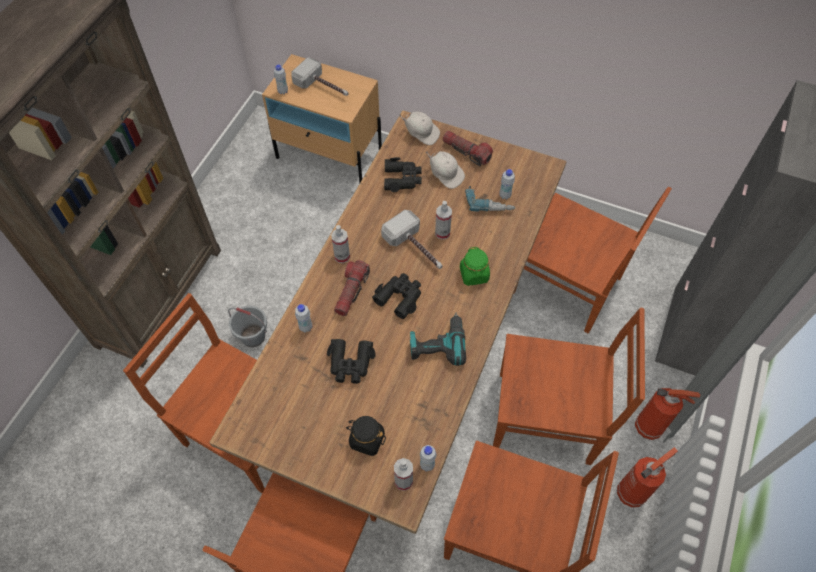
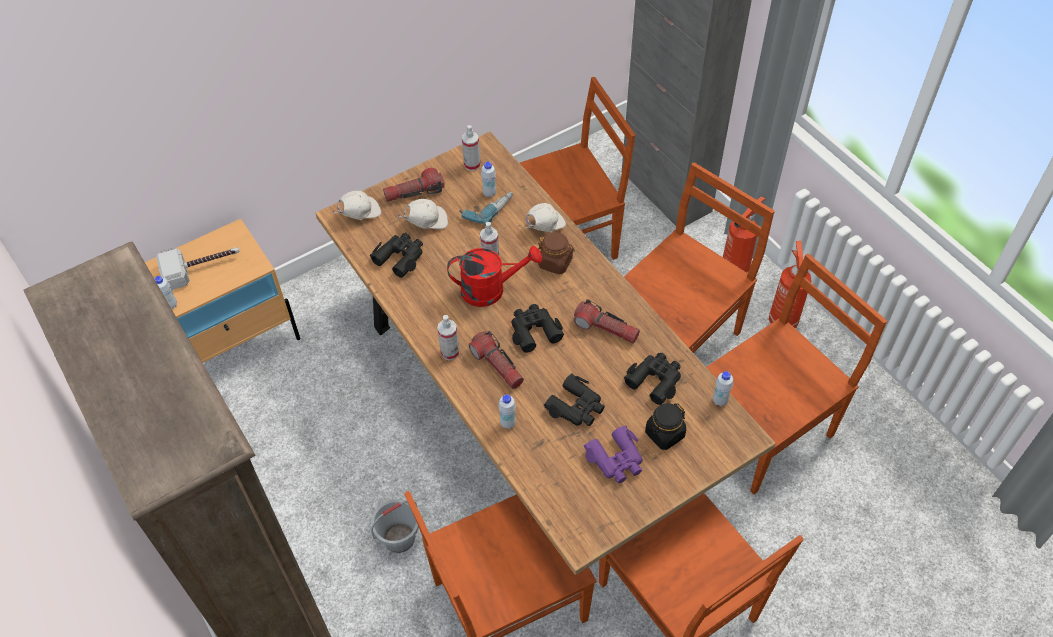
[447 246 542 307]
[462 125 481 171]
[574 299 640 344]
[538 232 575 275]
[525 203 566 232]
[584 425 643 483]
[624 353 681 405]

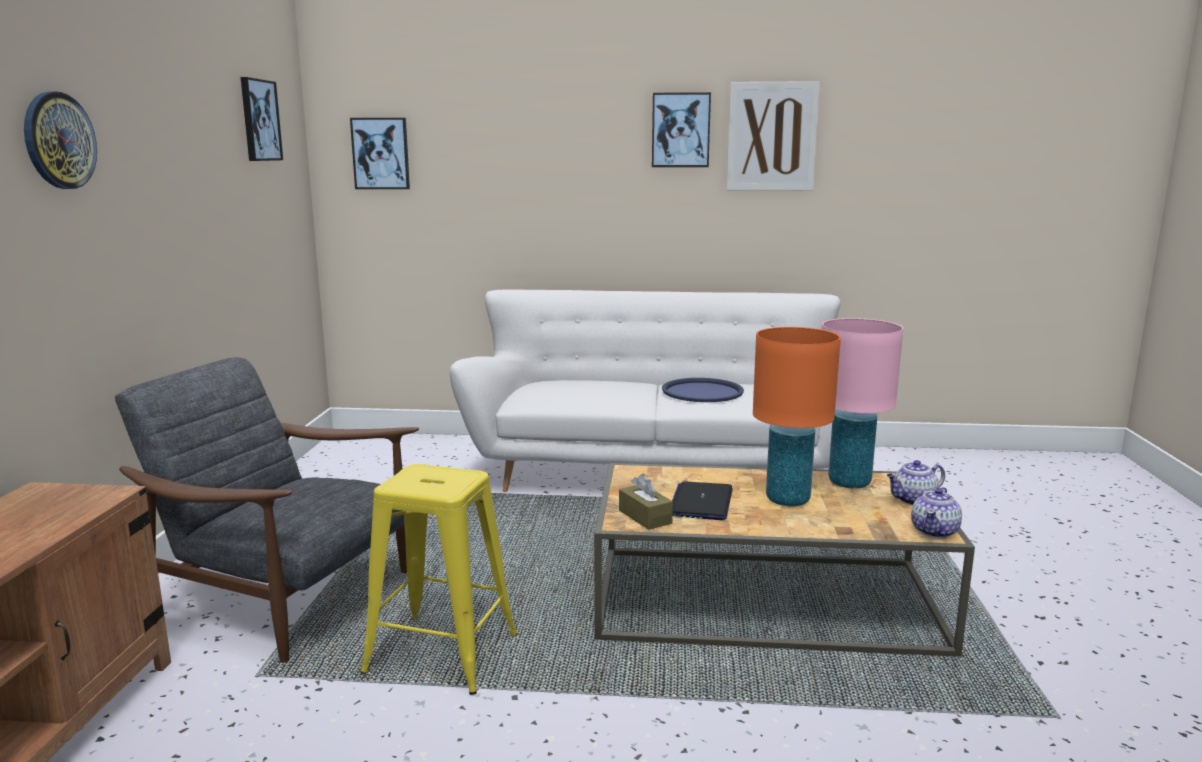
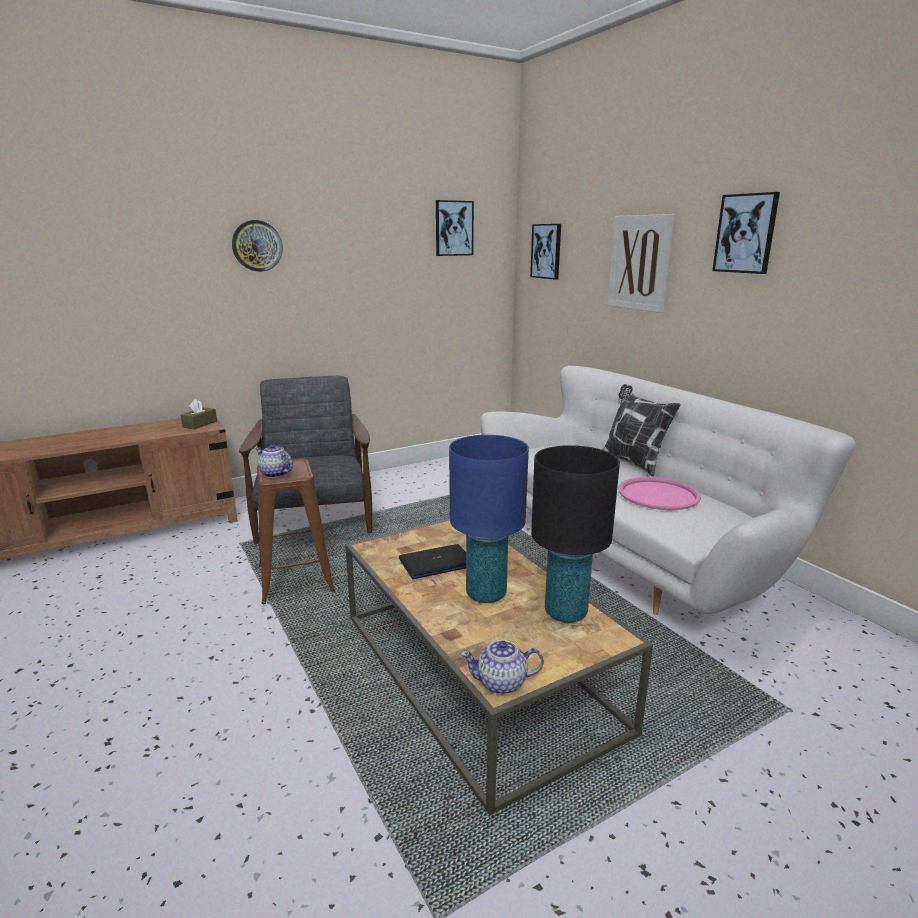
[257 459 335 604]
[181 399 217 429]
[619 477 701 510]
[608 214 674 313]
[449 435 529 603]
[531 445 620 623]
[255 444 293 478]
[603 384 681 477]

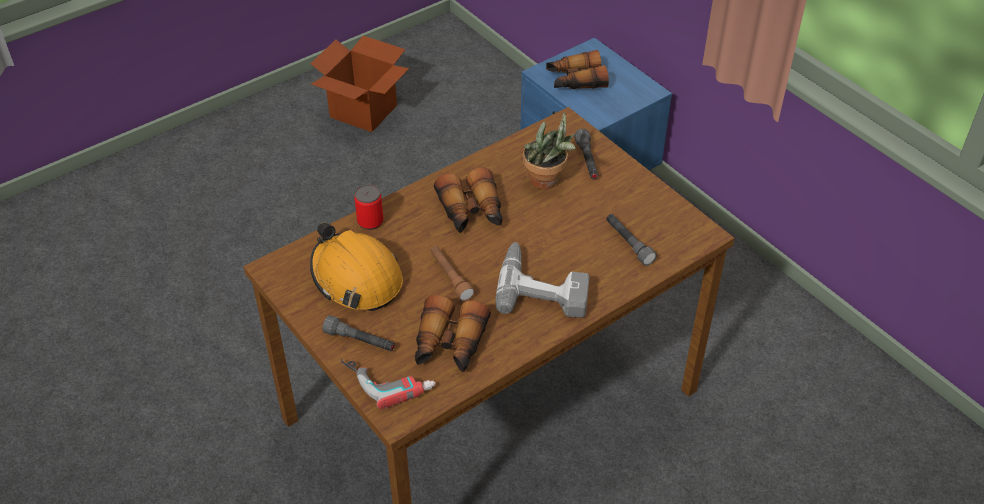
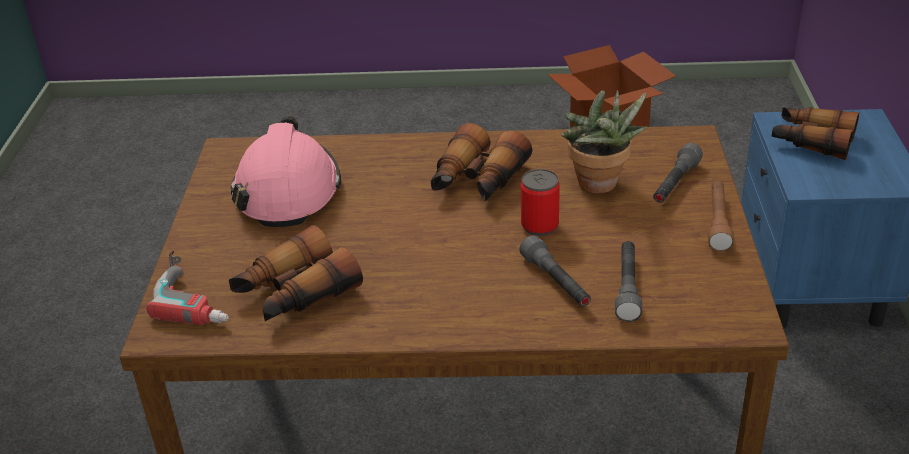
[231 116 341 227]
[519 235 591 306]
[521 169 560 236]
[708 181 734 252]
[496 242 589 318] (first image)

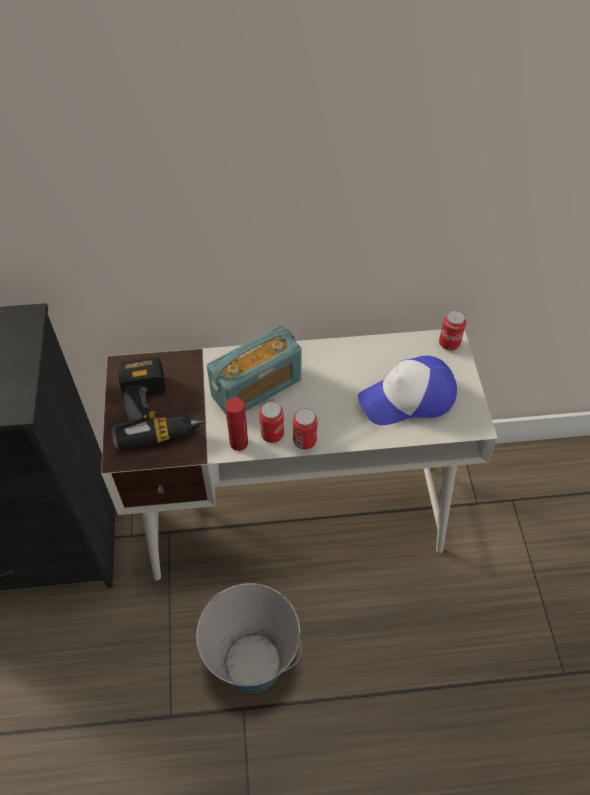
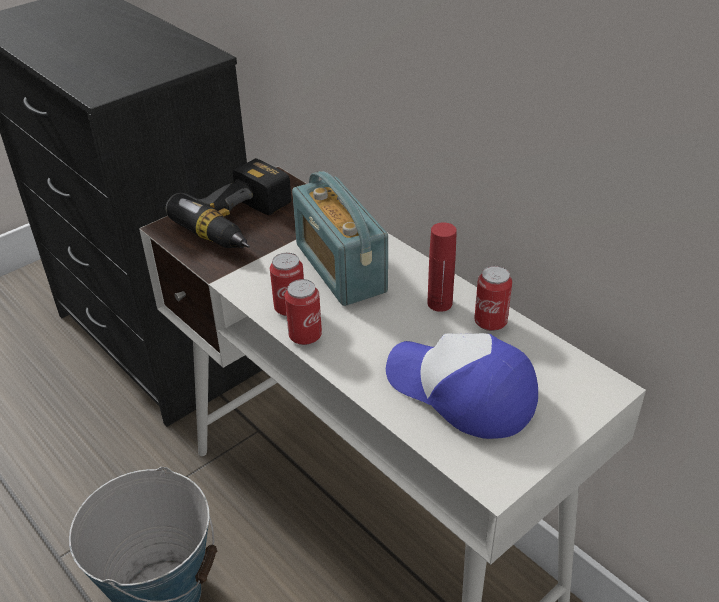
[292 171 388 306]
[427 222 457 312]
[474 266 512 331]

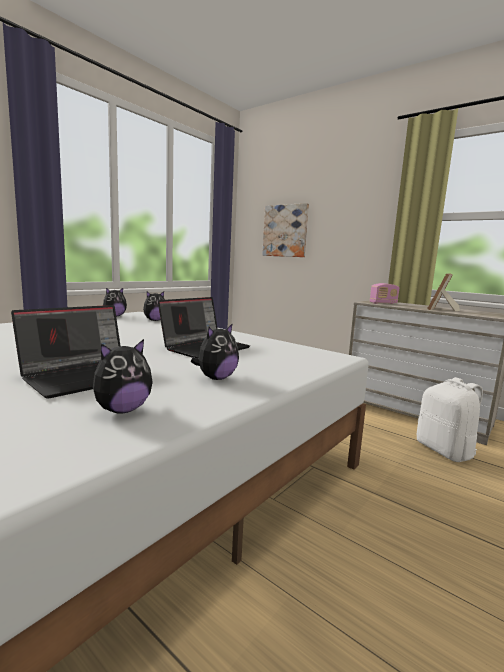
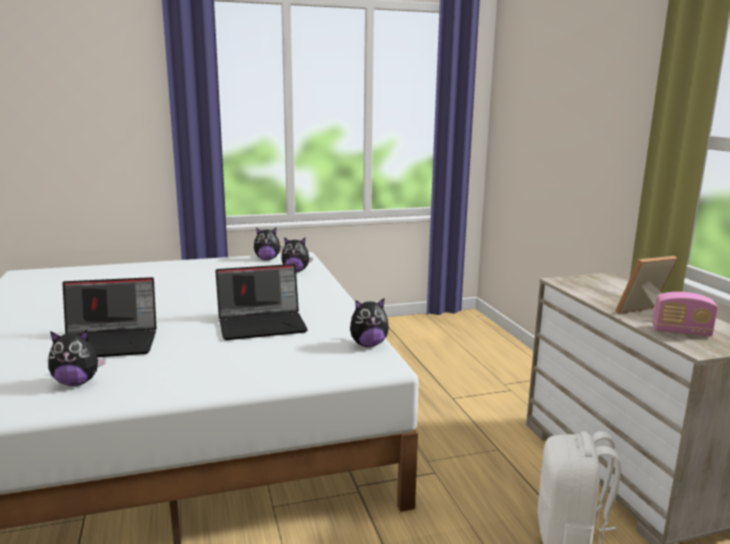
[350 298 389 347]
[262 203 309 257] (first image)
[653 292 718 337]

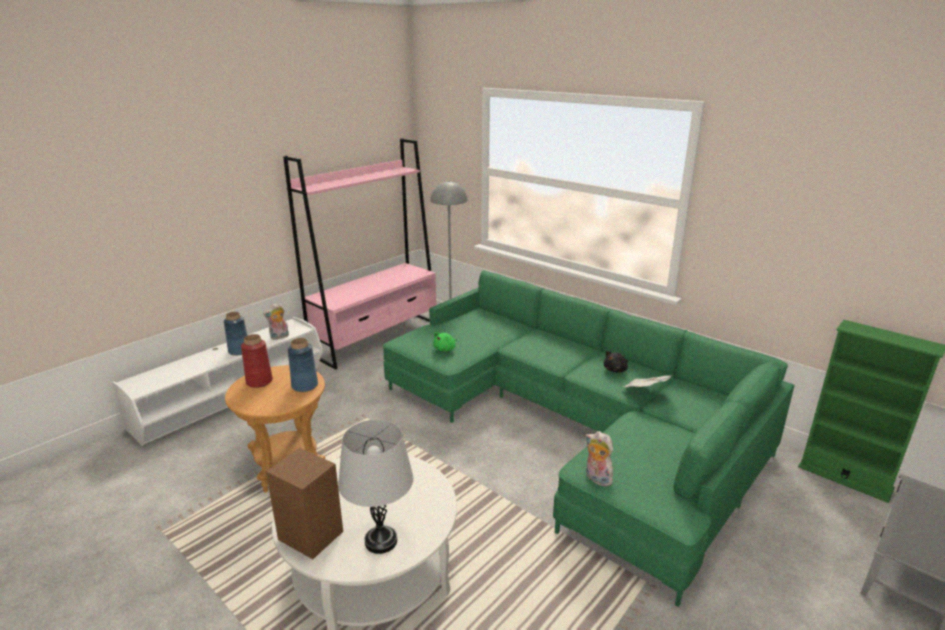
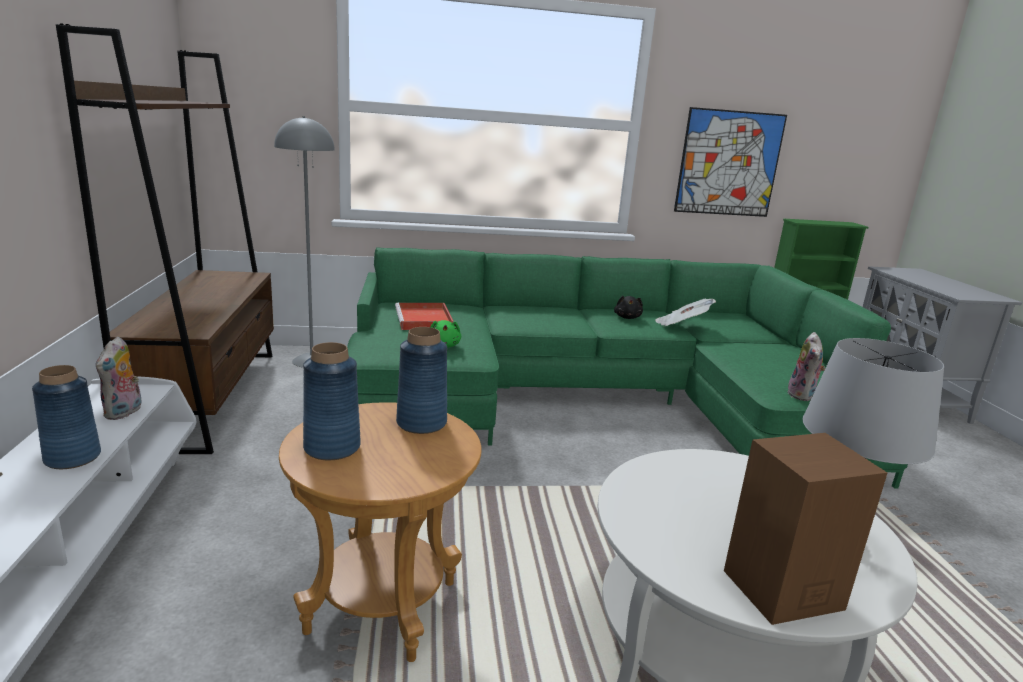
[303 342 361 460]
[56 23 274 454]
[787 332 825 401]
[395 303 454 330]
[674 107 787 217]

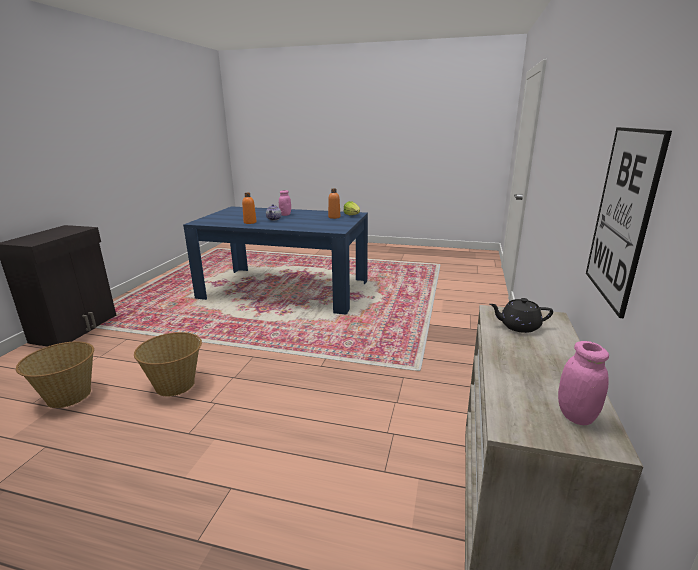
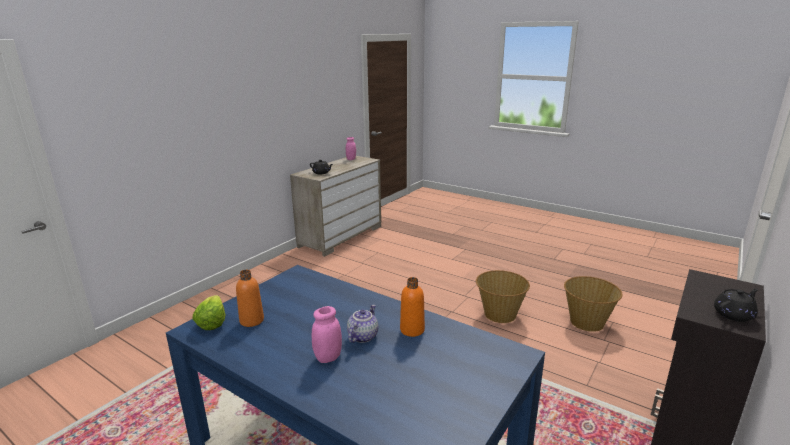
[586 127 672 318] (first image)
[714 289 758 322]

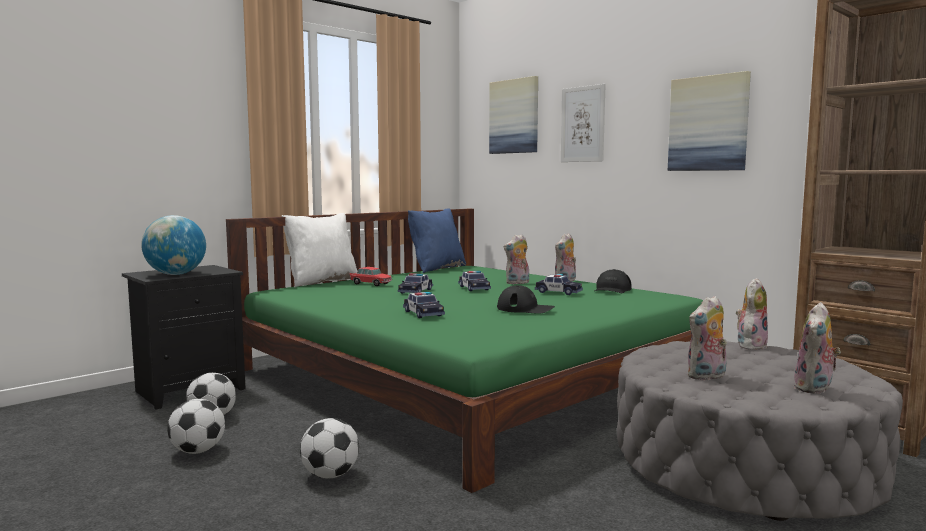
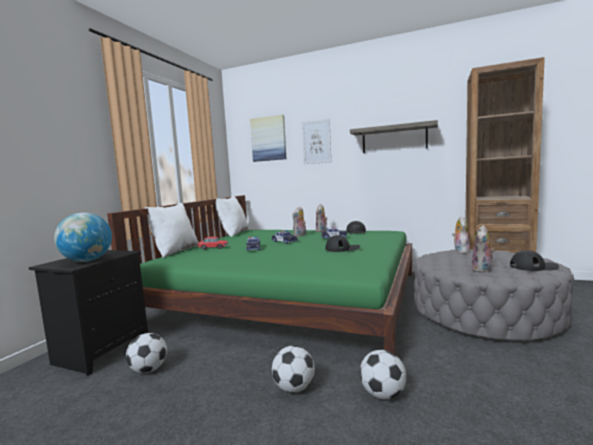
[360 350 407 400]
[403 292 445 318] (first image)
[215 196 248 237]
[350 120 438 153]
[510 250 559 271]

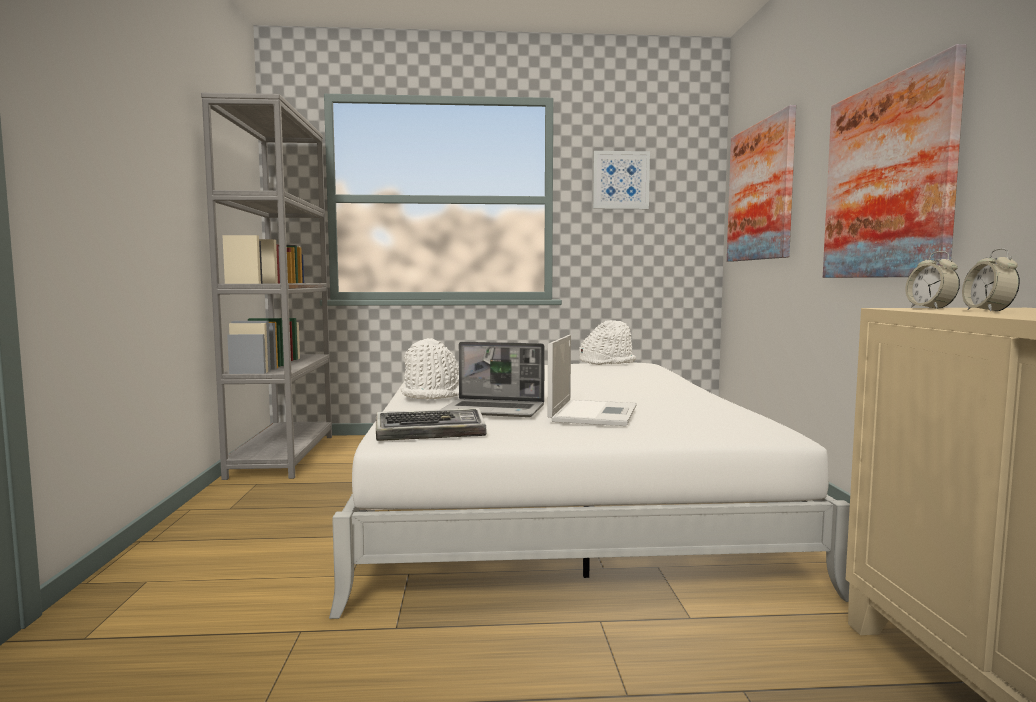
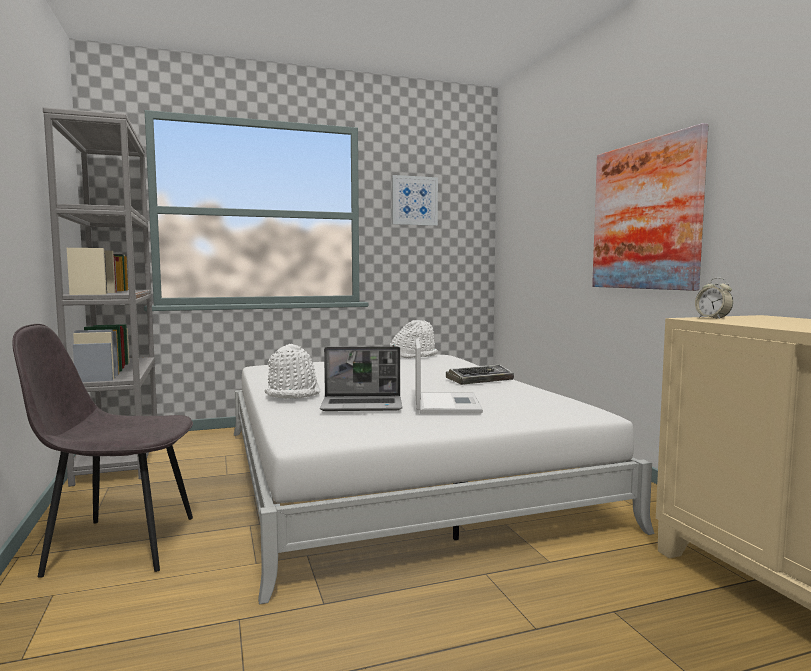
[446 365 514 385]
[727 105 796 262] (first image)
[962 248 1020 311] (first image)
[13 324 193 578]

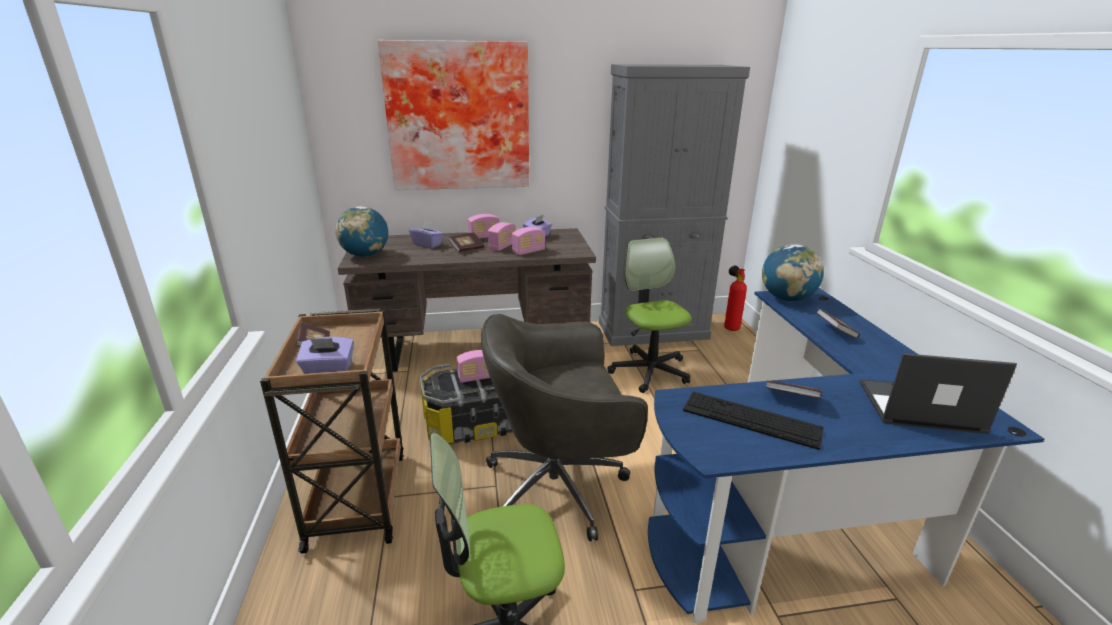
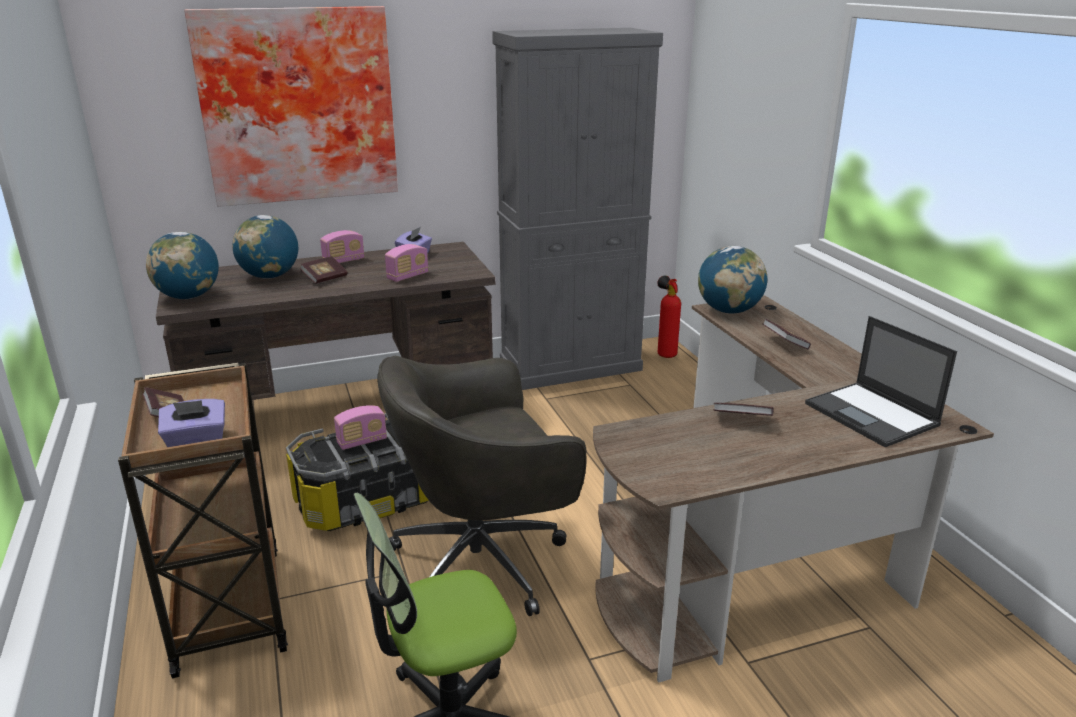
[232 215 298 279]
[488 222 516 251] (first image)
[607 237 692 393] (first image)
[593 295 994 683]
[683 392 824 450] (first image)
[805 316 957 447]

